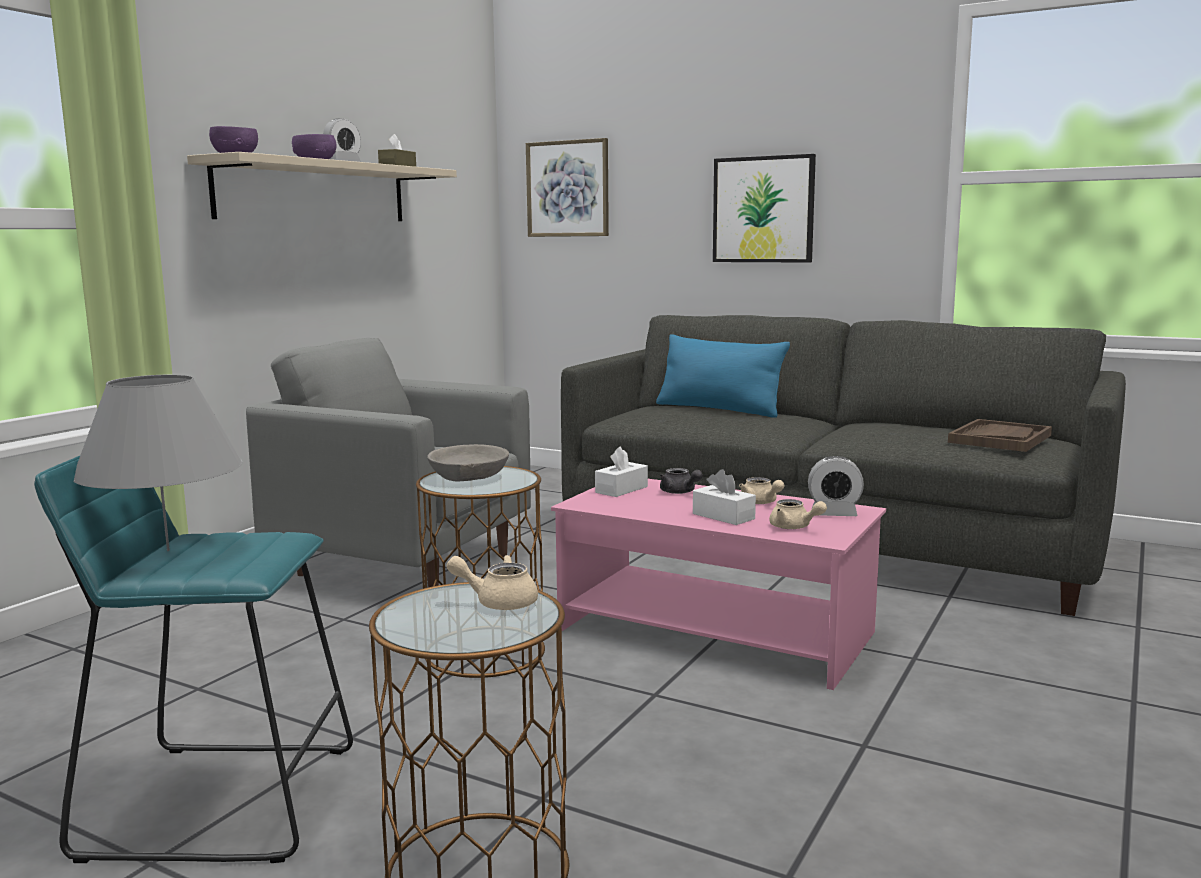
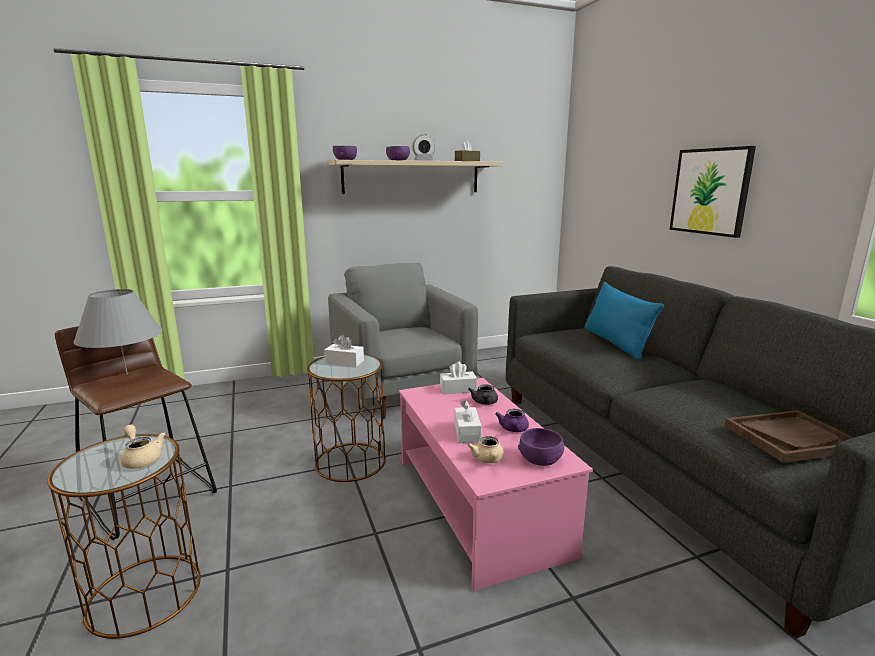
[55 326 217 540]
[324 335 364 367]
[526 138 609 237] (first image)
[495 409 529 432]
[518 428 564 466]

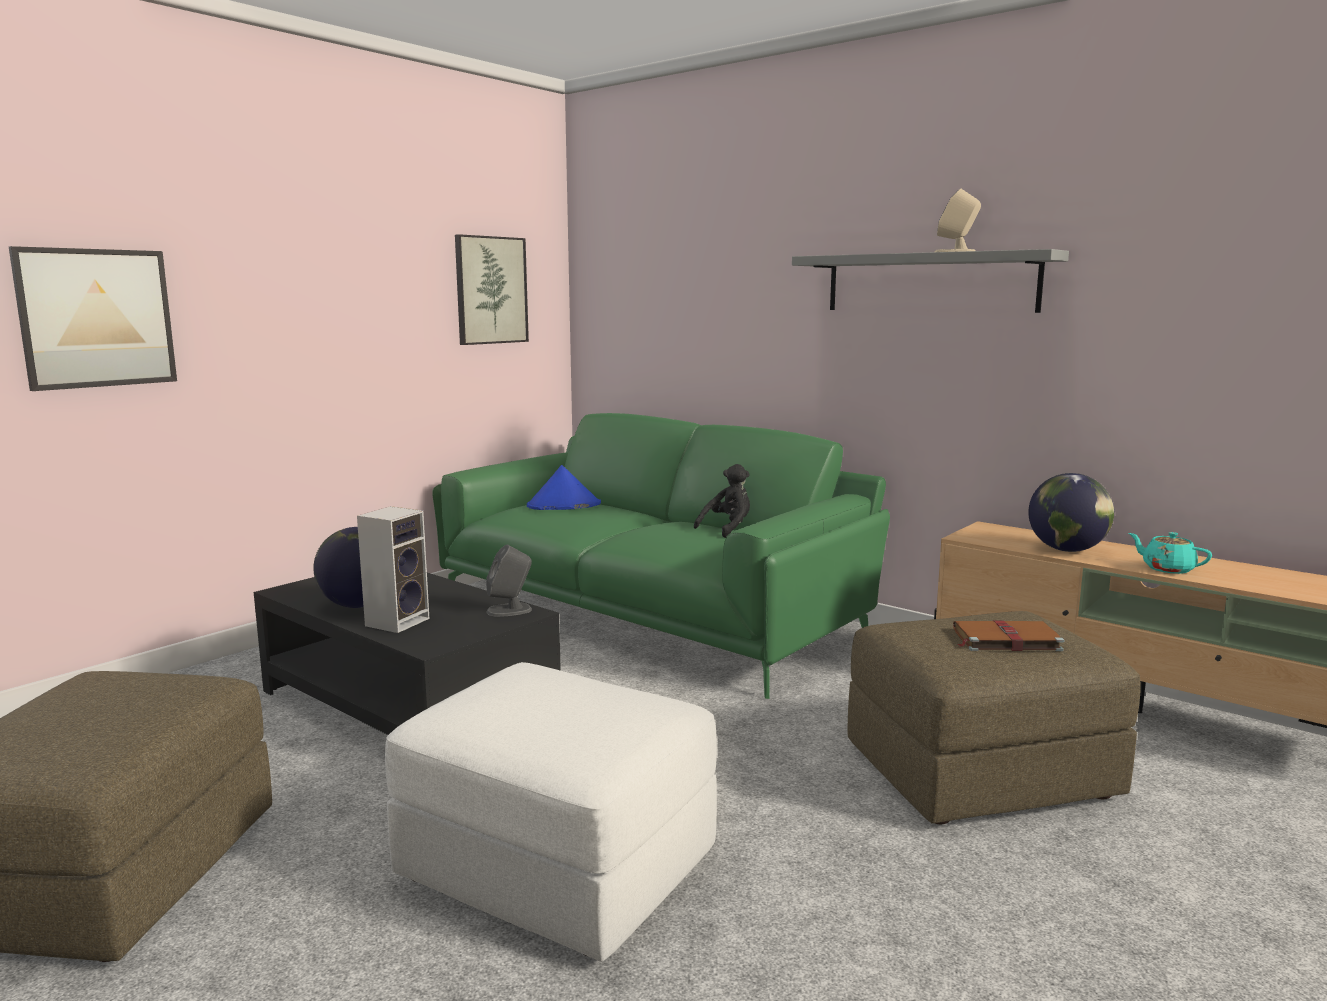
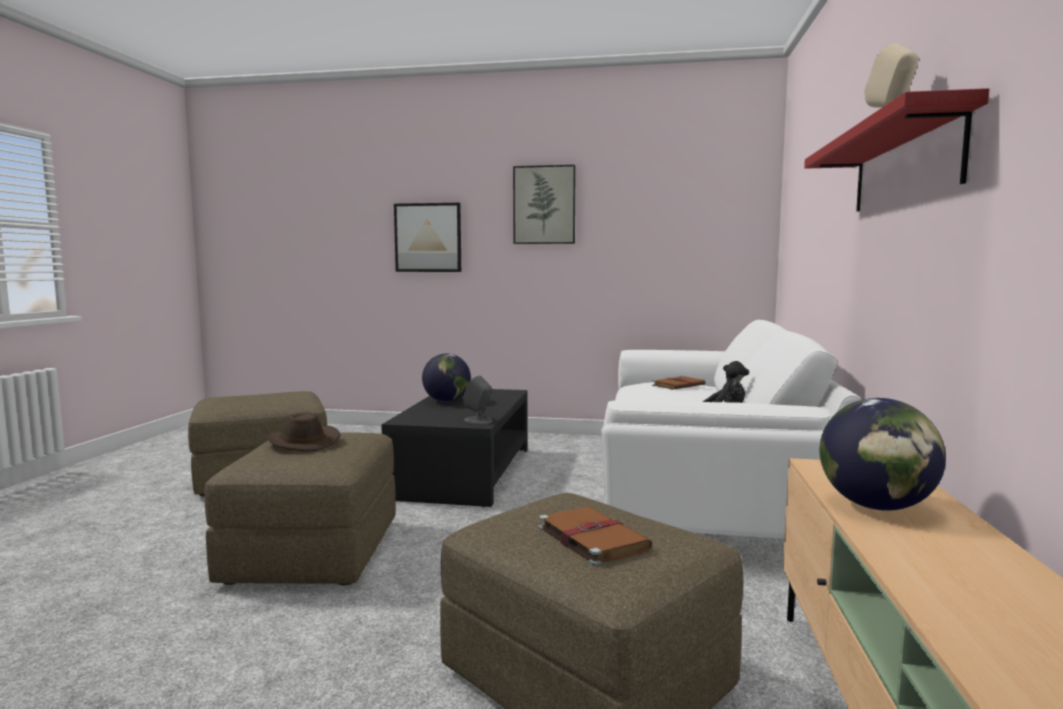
[357 506 430 633] (first image)
[204 433 396 585]
[601 320 861 539]
[513 165 576 244]
[652 376 706 390]
[804 88 989 212]
[1129 532 1212 574] (first image)
[263 412 340 451]

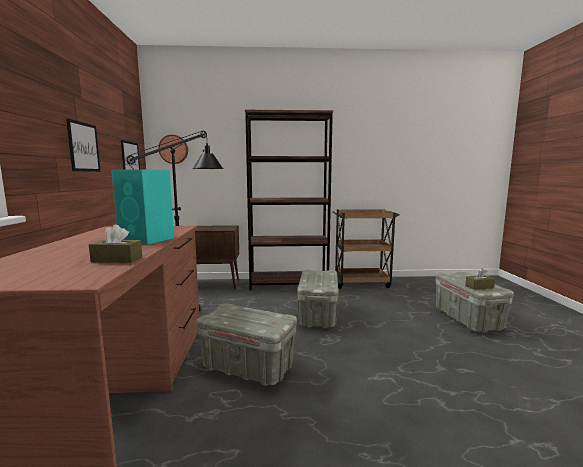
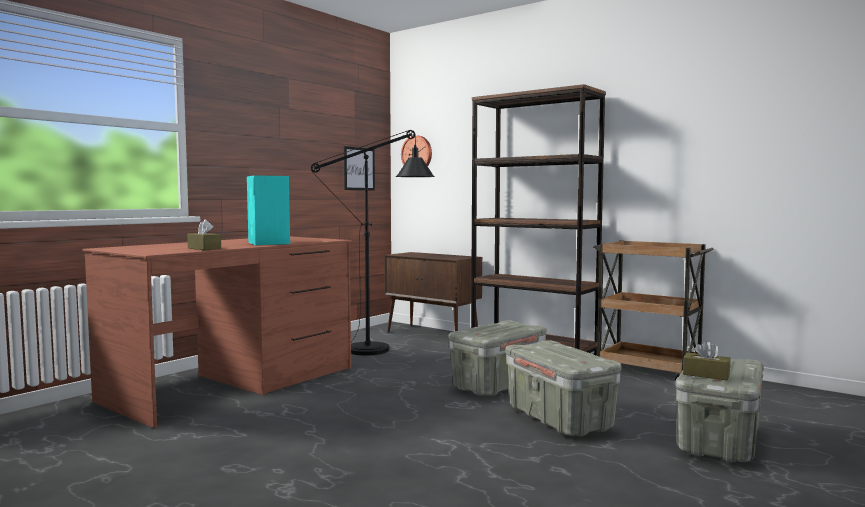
[66 118 101 172] (first image)
[505 340 622 437]

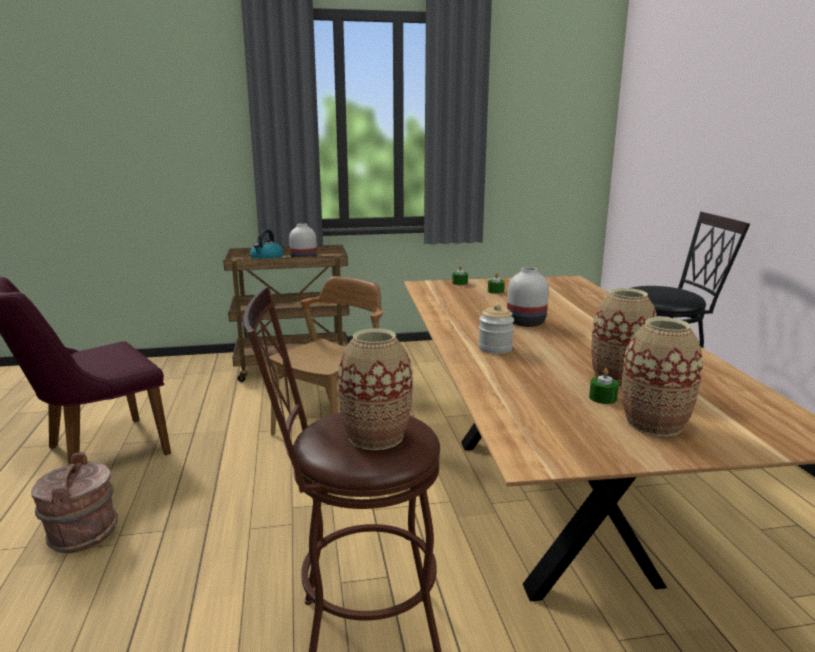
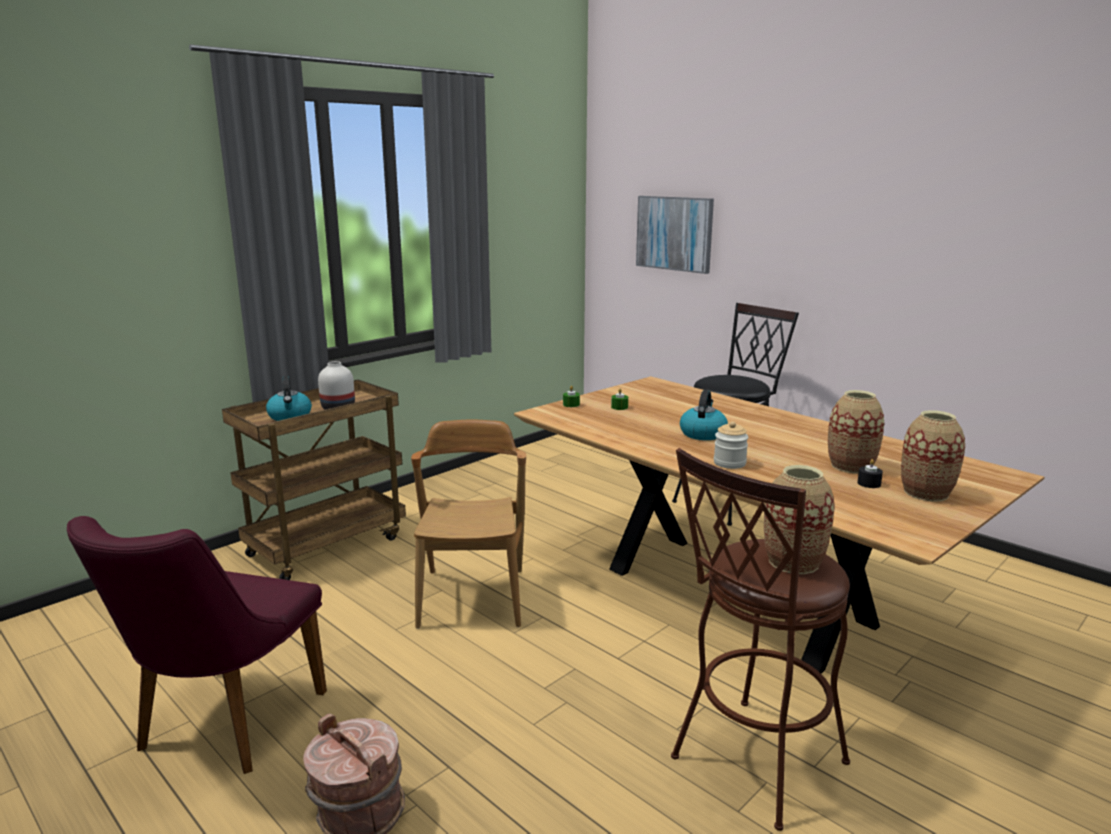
[680 390 728 440]
[857 459 883 488]
[636 196 714 274]

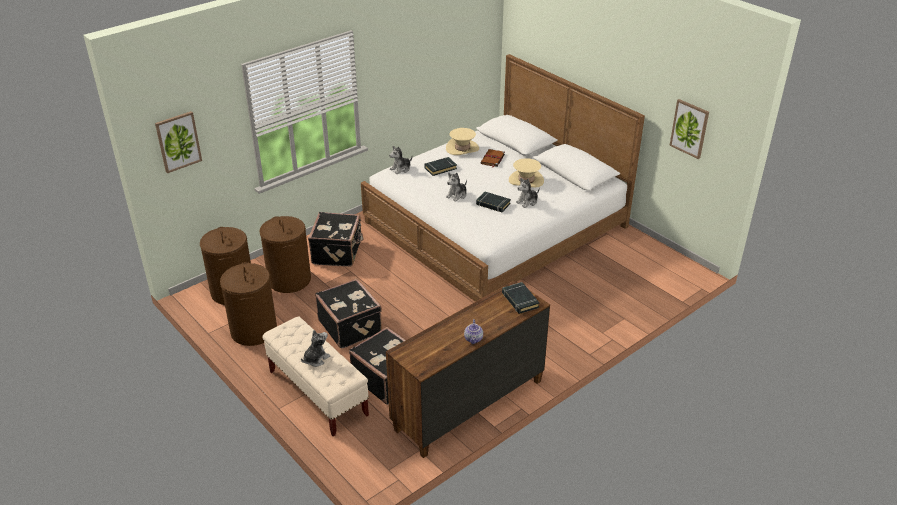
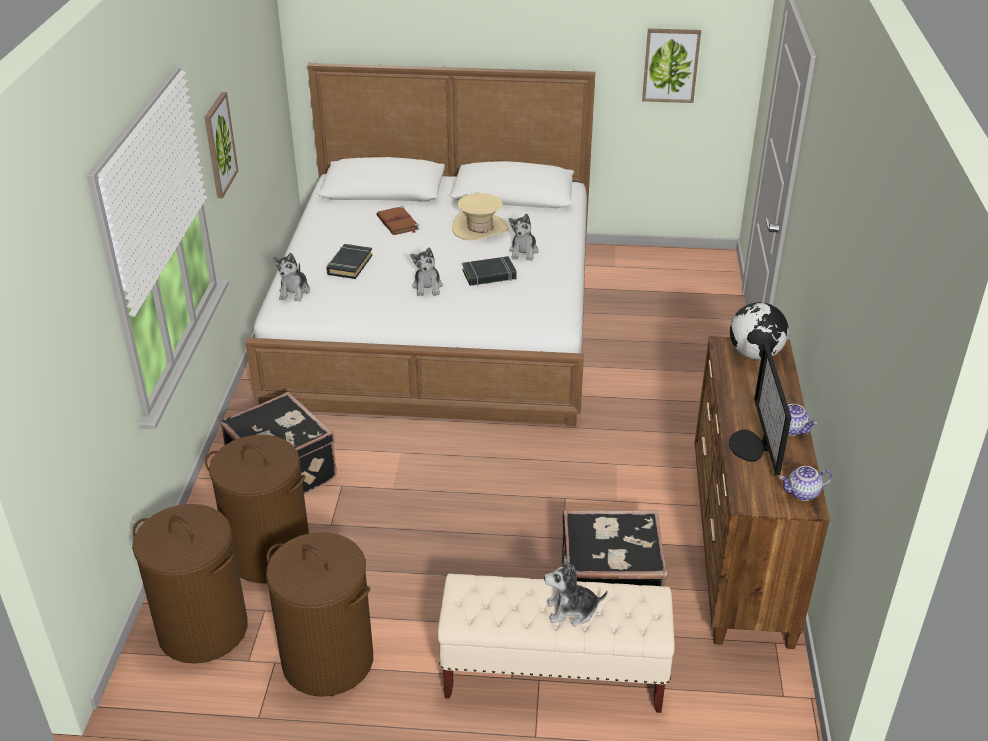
[204 92 238 198]
[544 556 608 626]
[315 279 382 349] (first image)
[446 128 479 155] (first image)
[730 302 789 360]
[729 343 791 475]
[780 466 832 501]

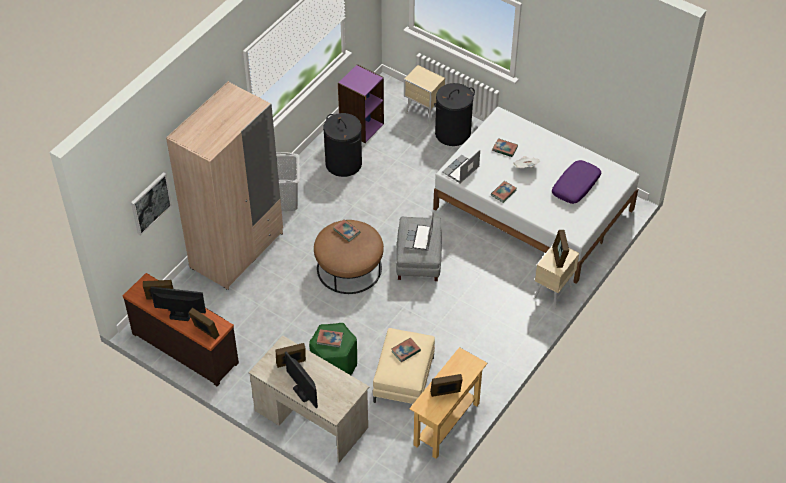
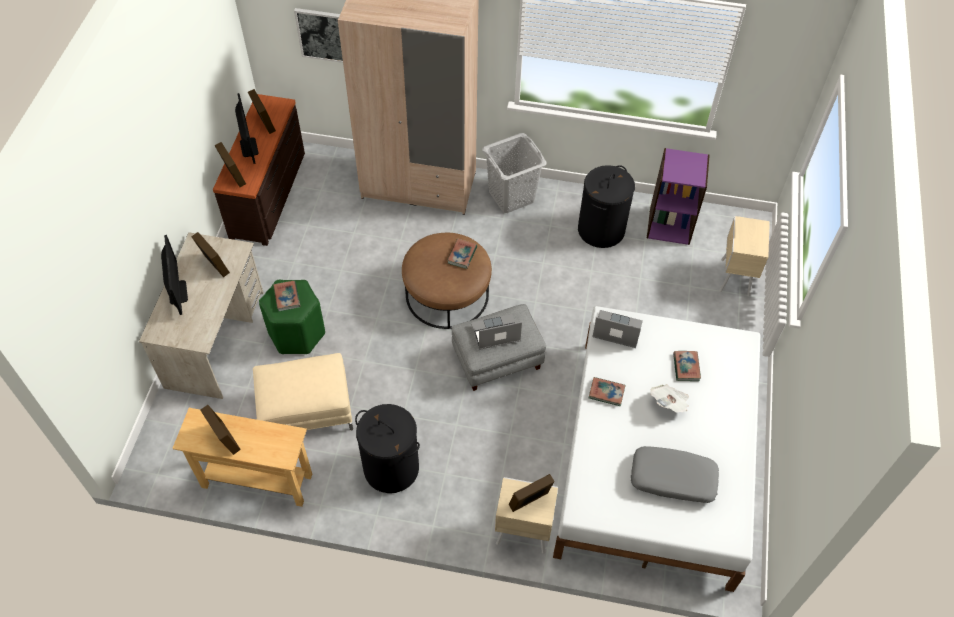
[215 142 246 187]
[161 235 188 315]
[391 337 421 362] (first image)
[355 404 420 493]
[631 446 719 503]

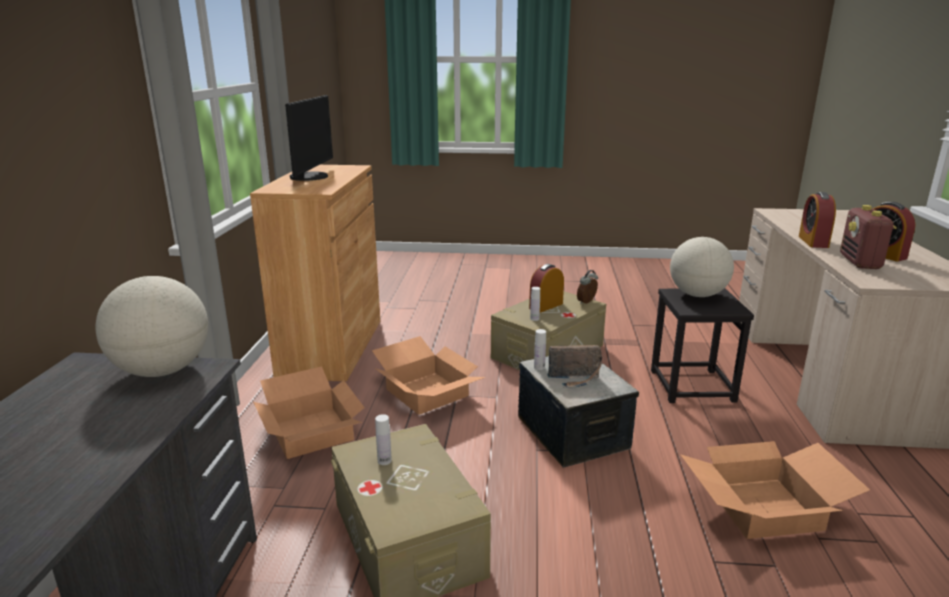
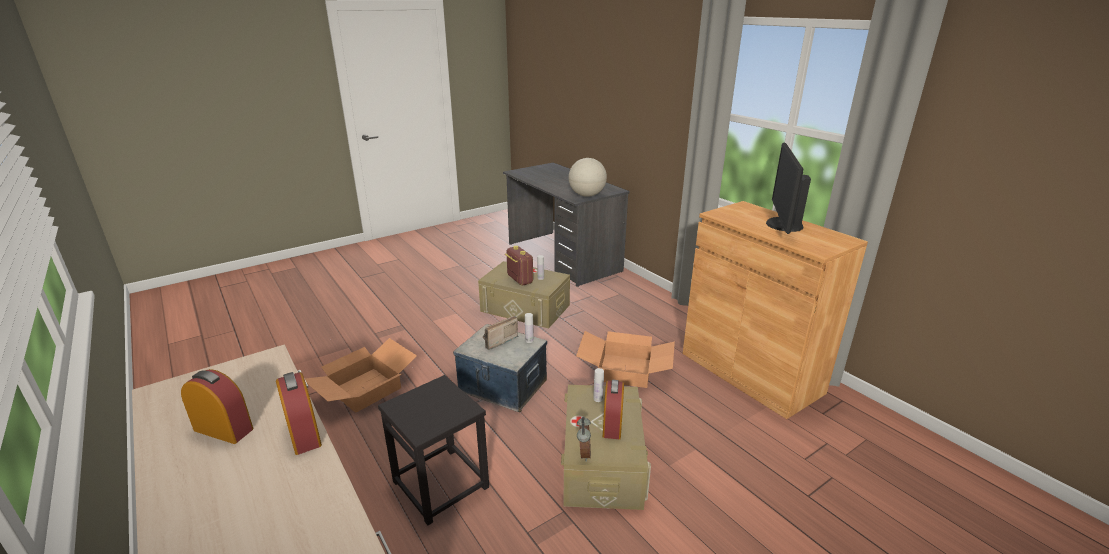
[253 367 365 459] (first image)
[766 142 811 234]
[670 237 734 297] (first image)
[505 246 533 286]

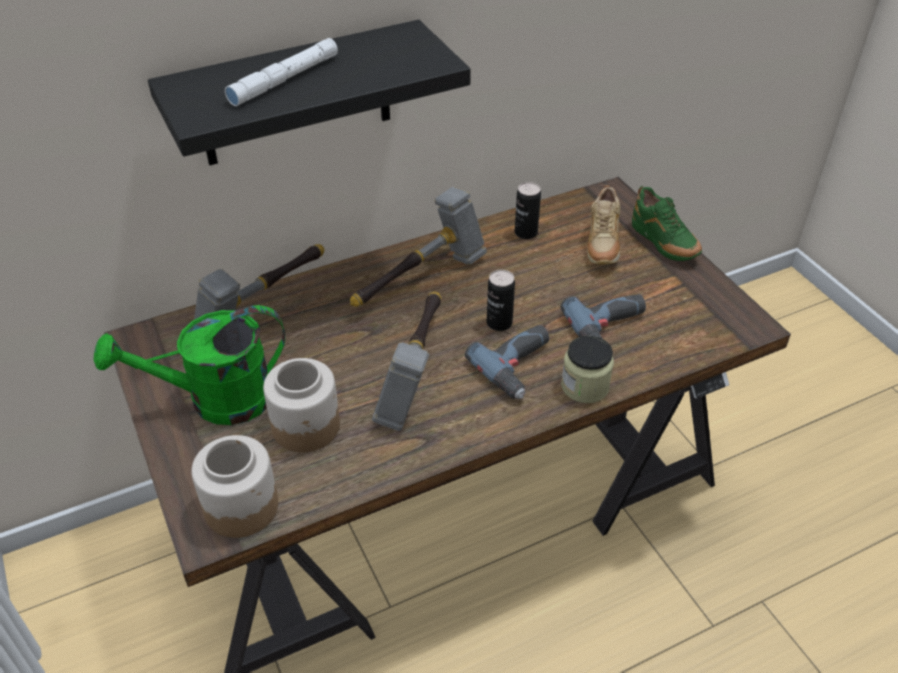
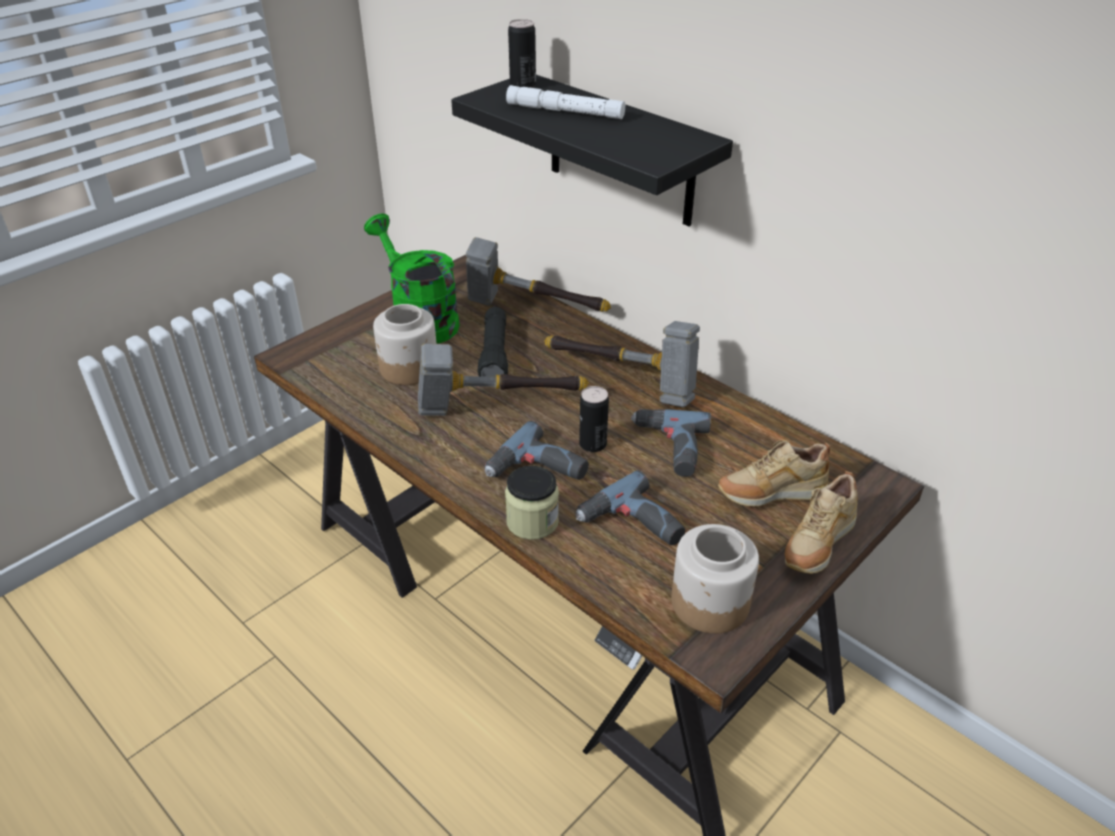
[671 524 759 634]
[508 19 536 88]
[785 471 858 574]
[477 307 508 377]
[631 409 711 477]

